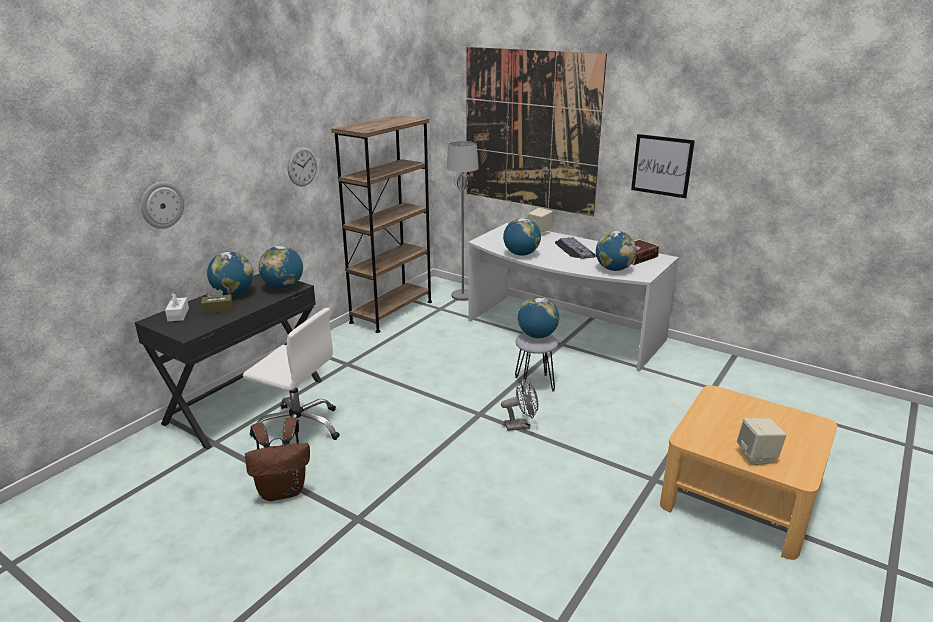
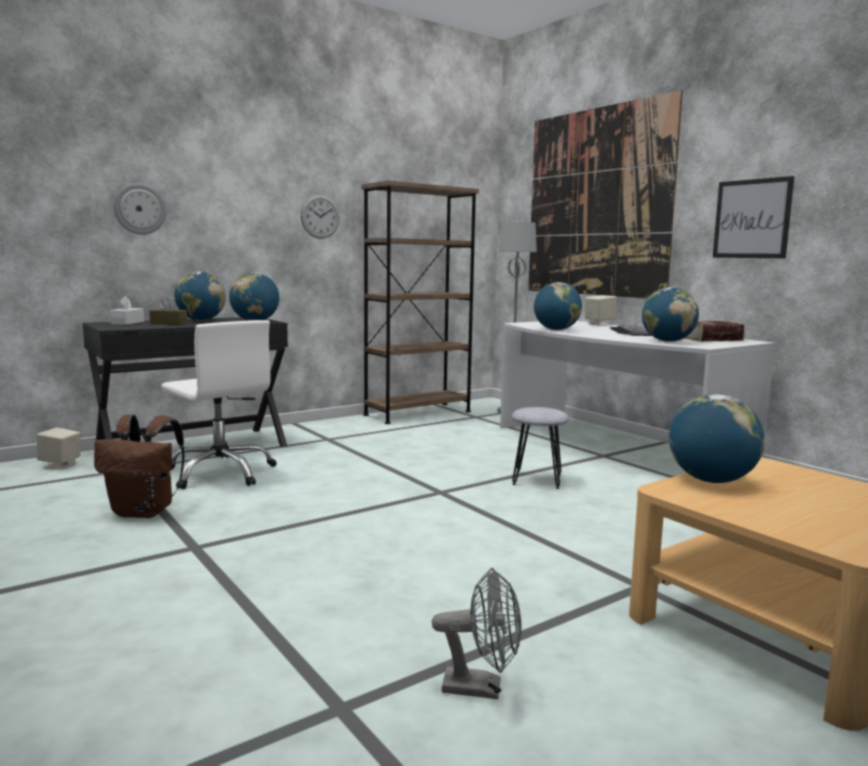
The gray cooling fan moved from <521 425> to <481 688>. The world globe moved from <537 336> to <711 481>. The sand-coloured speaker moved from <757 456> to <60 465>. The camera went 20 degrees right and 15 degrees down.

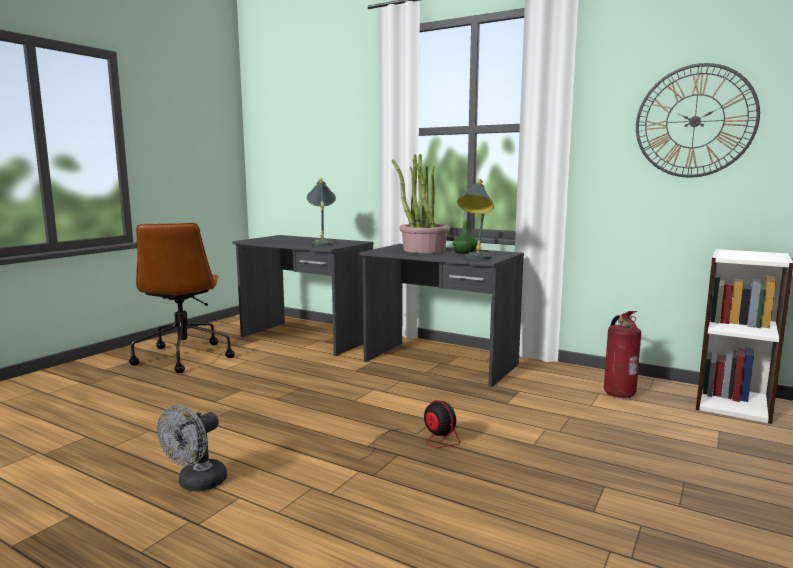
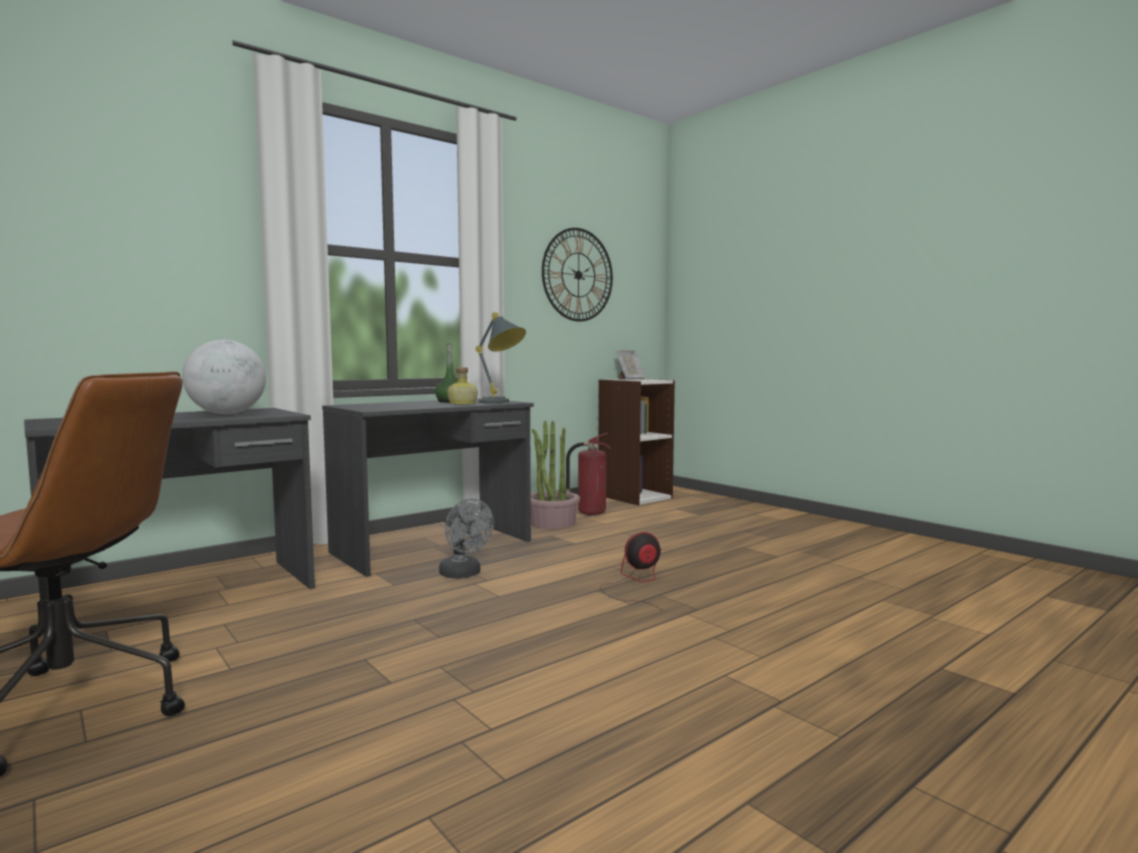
The gray cooling fan moved from <197 484> to <464 574>. The gray table lamp at <322 243> was replaced by the world globe at <227 414>. The plant in a pot moved from <423 250> to <552 523>. The drink bottle at <461 404> appeared. The picture frame at <630 379> appeared. The camera went 70 degrees left and 5 degrees down.

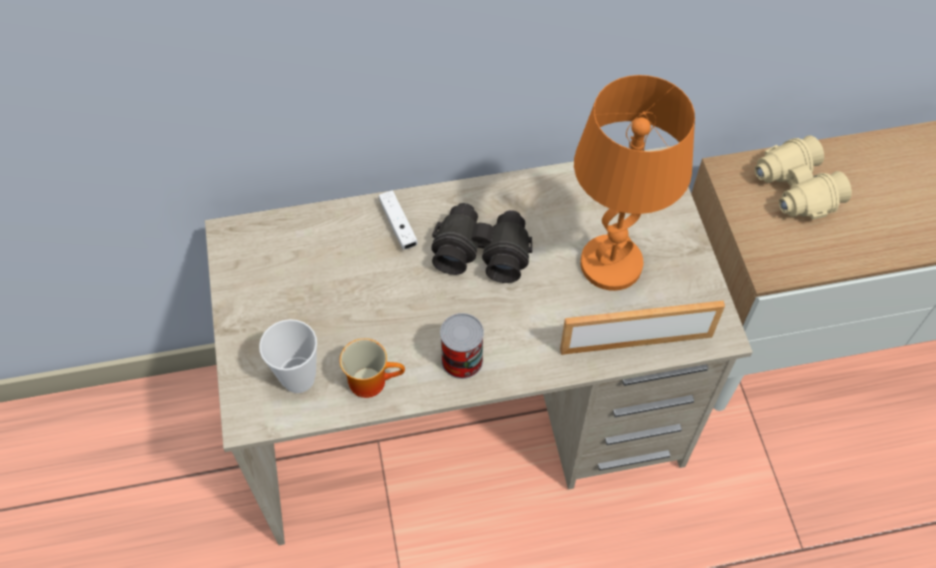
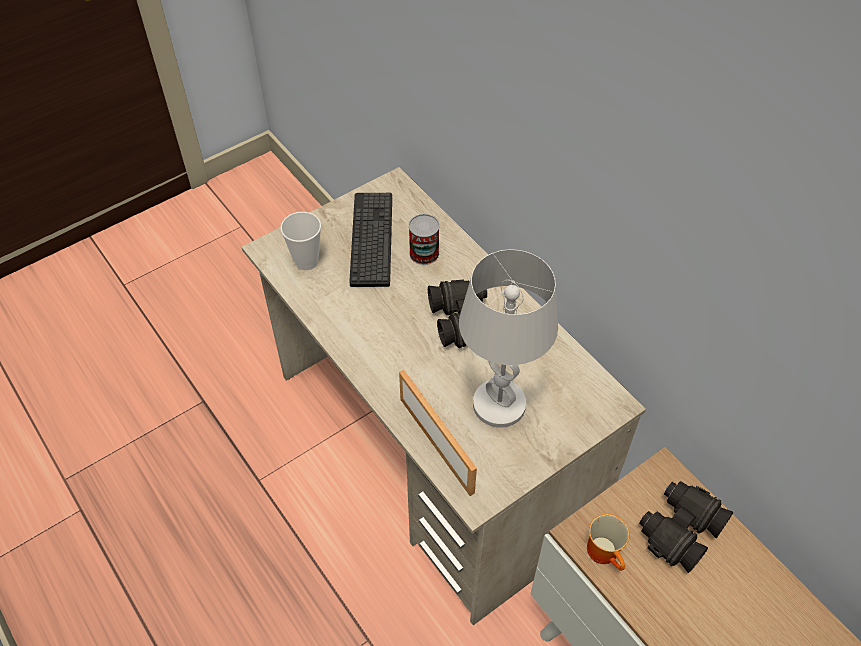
The mug moved from <372 379> to <606 552>. The whitish gamepad at <398 225> disappeared. The sealed can moved from <462 360> to <424 253>. The orangey table lamp at <611 264> became the whitish table lamp at <498 404>. The sand-coloured pair of binoculars at <795 190> became the blackish pair of binoculars at <679 530>. The computer keyboard at <371 239> appeared. The camera went 65 degrees right and 5 degrees down.

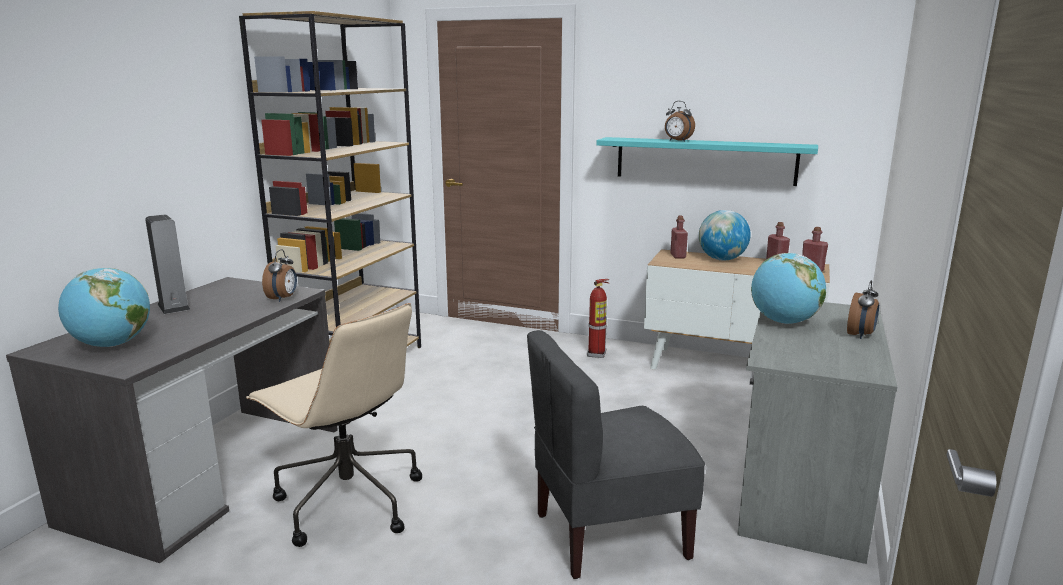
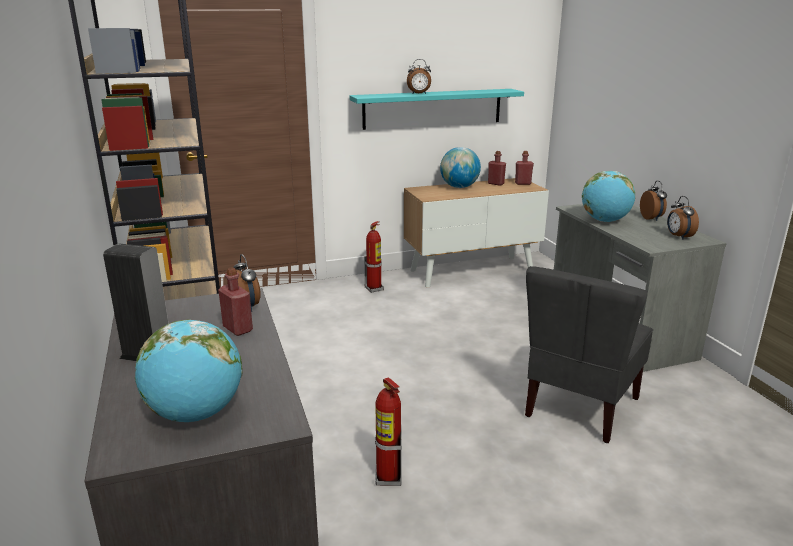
The sand-coloured office chair at <347 502> was replaced by the fire-fighting cylinder at <388 478>. The red drink bottle moved from <678 256> to <238 329>. The bedside clock at <678 236> appeared. The camera went 40 degrees left and 5 degrees up.

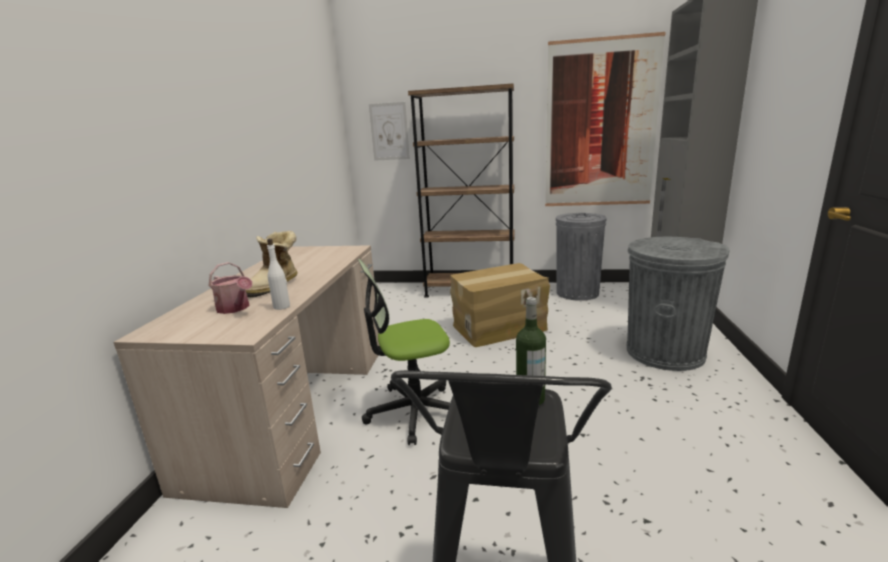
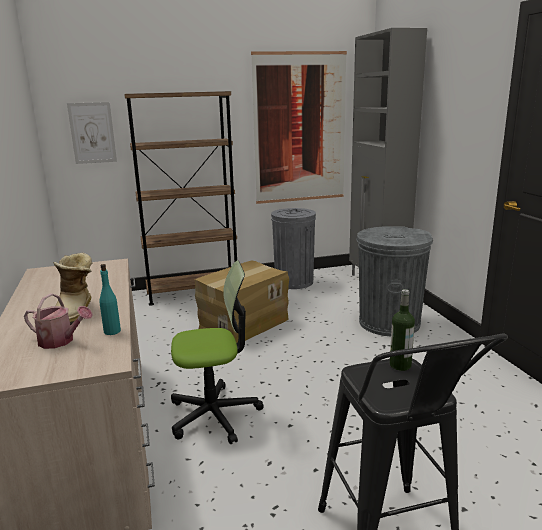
The whitish drink bottle at <282 306> became the turquoise drink bottle at <112 331>. The office chair at <413 411> turned 150 degrees counterclockwise. The camera went 25 degrees left and 0 degrees up.

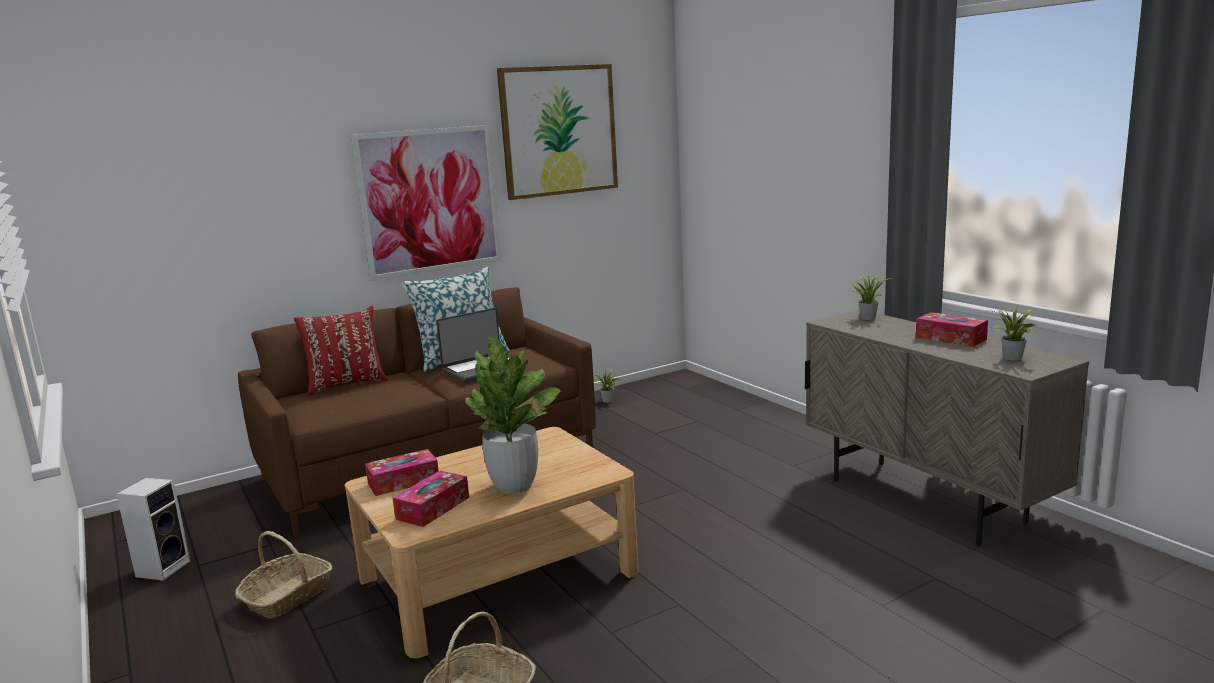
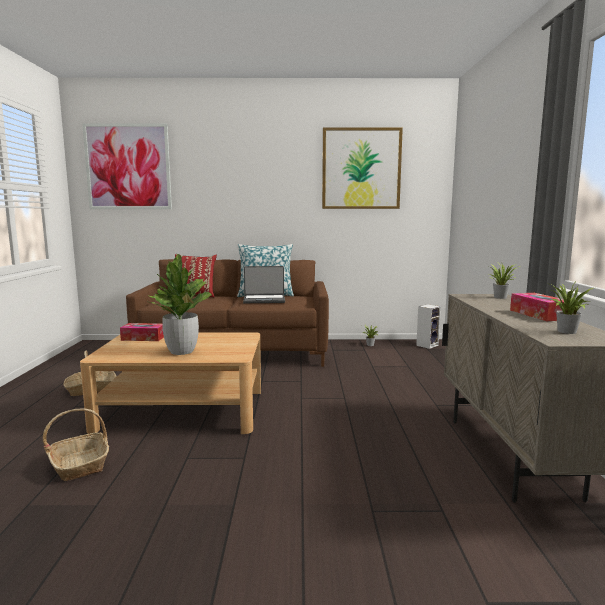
The speaker moved from <163 568> to <427 345>. The wall art moved from <430 201> to <128 167>. The tissue box at <433 508> disappeared. The camera went 30 degrees right and 5 degrees down.

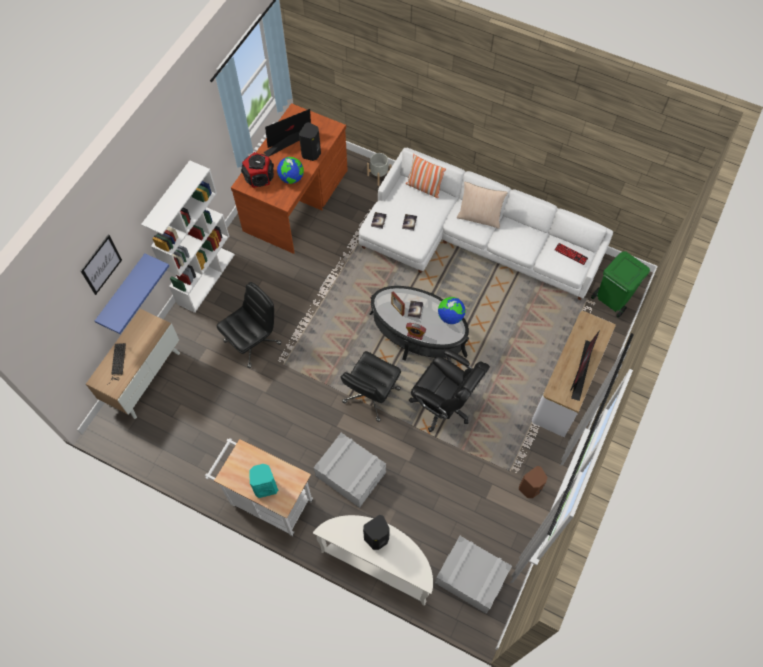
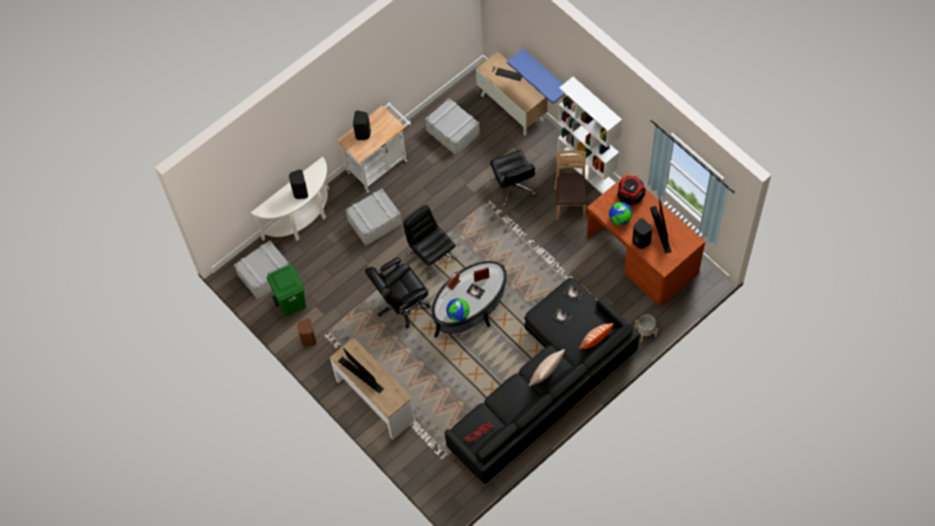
The wall art at <101 264> disappeared. The turquoise speaker at <266 487> became the blackish speaker at <363 133>. The whitish settee at <472 239> became the blackish settee at <545 385>. The green-coloured waste bin moved from <611 300> to <292 303>. The gray storage box at <453 132> appeared. The brown chair at <570 202> appeared. The camera went 115 degrees right and 0 degrees up.

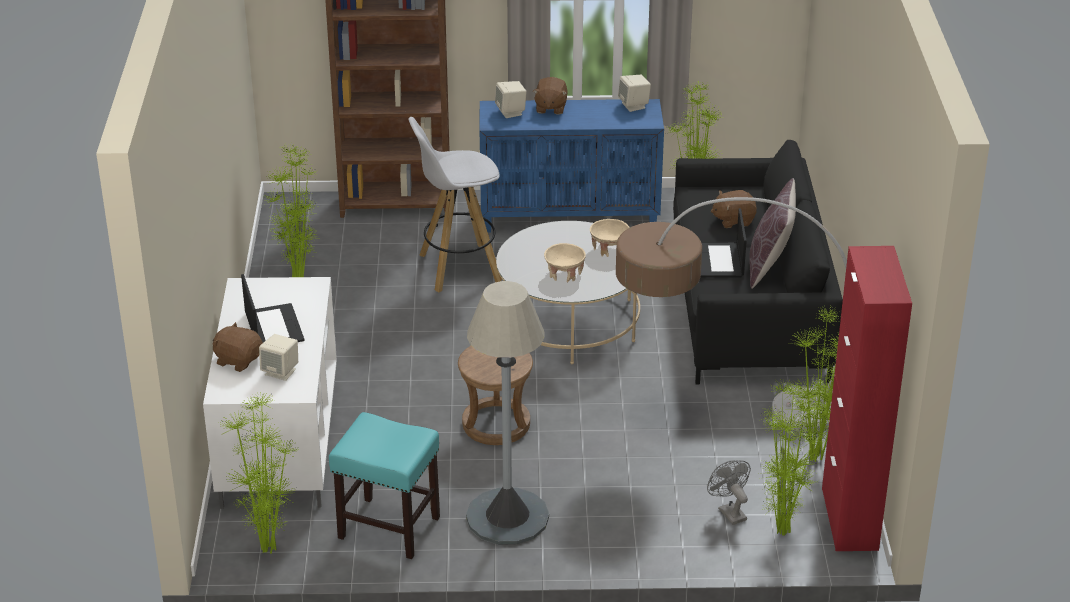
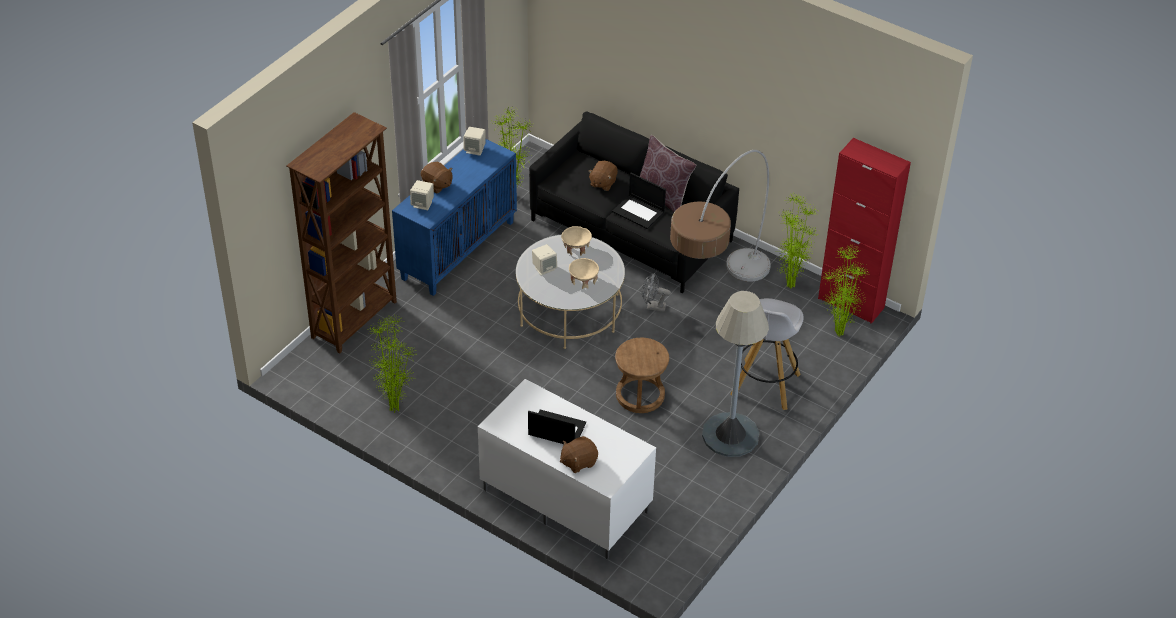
The plant in a pot at <268 548> disappeared. The sand-coloured speaker moved from <281 372> to <544 268>. The turquoise stool seat at <387 527> disappeared. The whitish stool seat moved from <458 268> to <765 386>. The gray cooling fan moved from <729 512> to <653 307>. The camera went 55 degrees left and 10 degrees up.

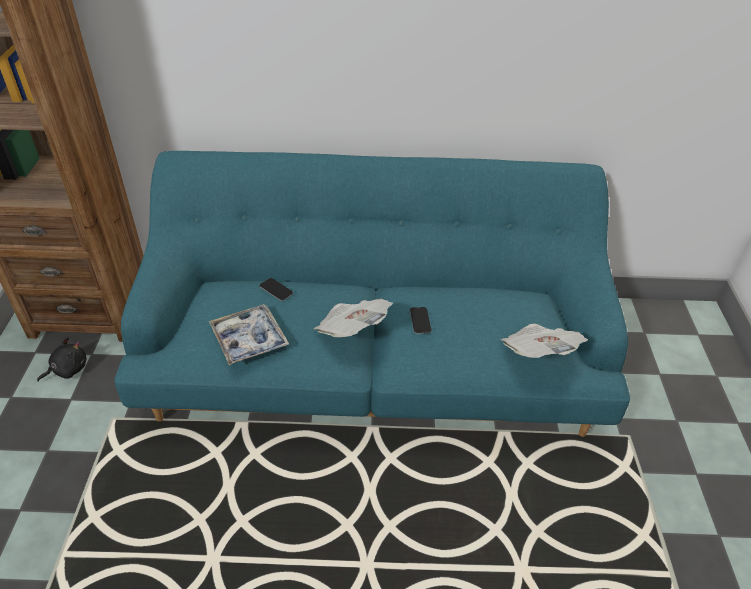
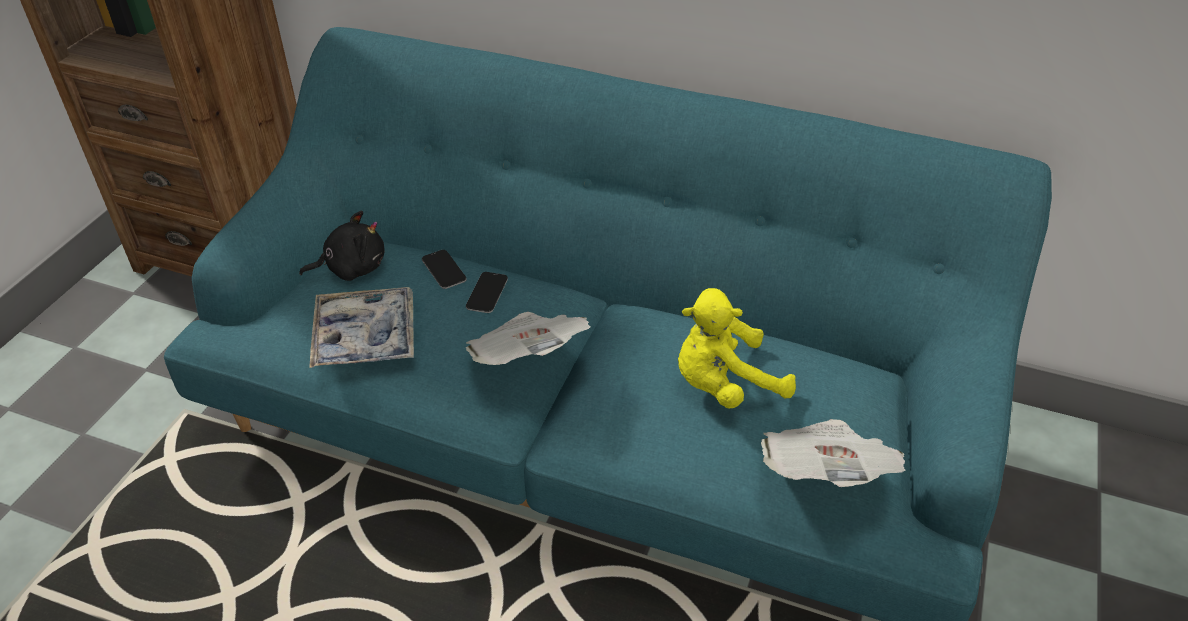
The blackish plush toy moved from <68 369> to <351 268>. The handset moved from <420 321> to <487 293>. The yellow plush toy at <724 385> appeared. The camera went 20 degrees right and 0 degrees up.

